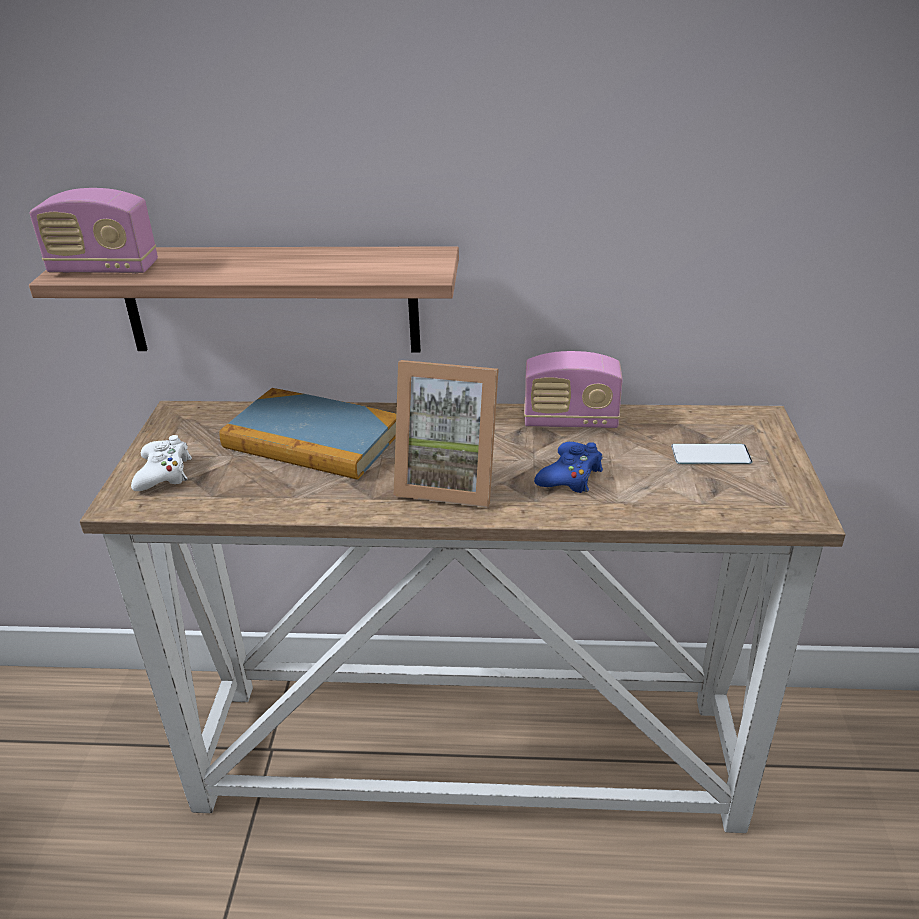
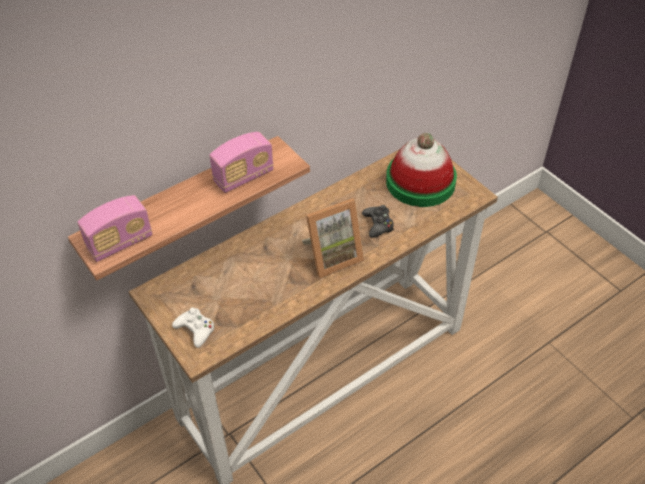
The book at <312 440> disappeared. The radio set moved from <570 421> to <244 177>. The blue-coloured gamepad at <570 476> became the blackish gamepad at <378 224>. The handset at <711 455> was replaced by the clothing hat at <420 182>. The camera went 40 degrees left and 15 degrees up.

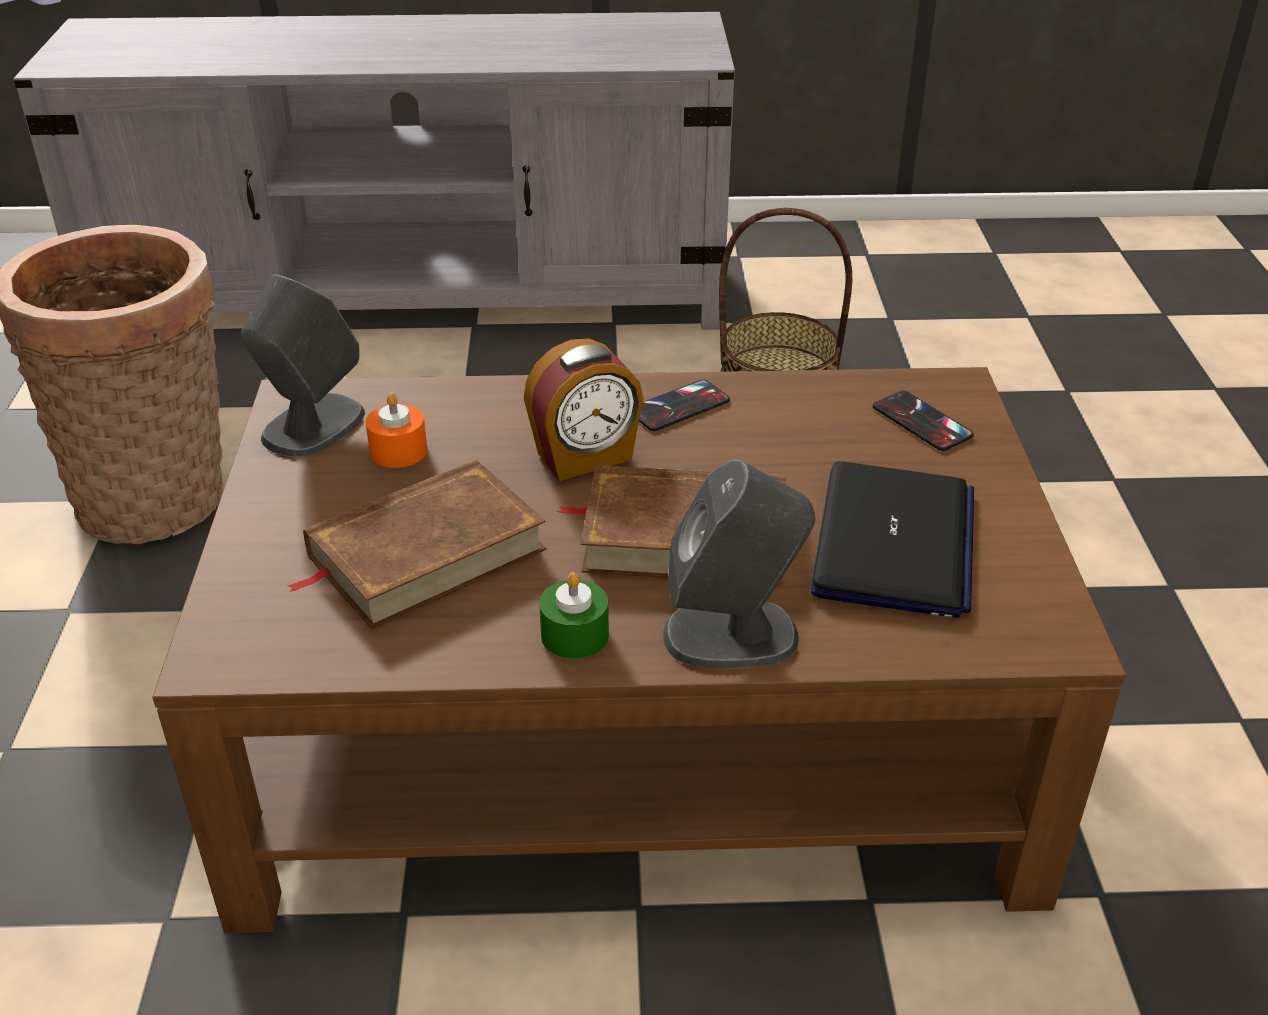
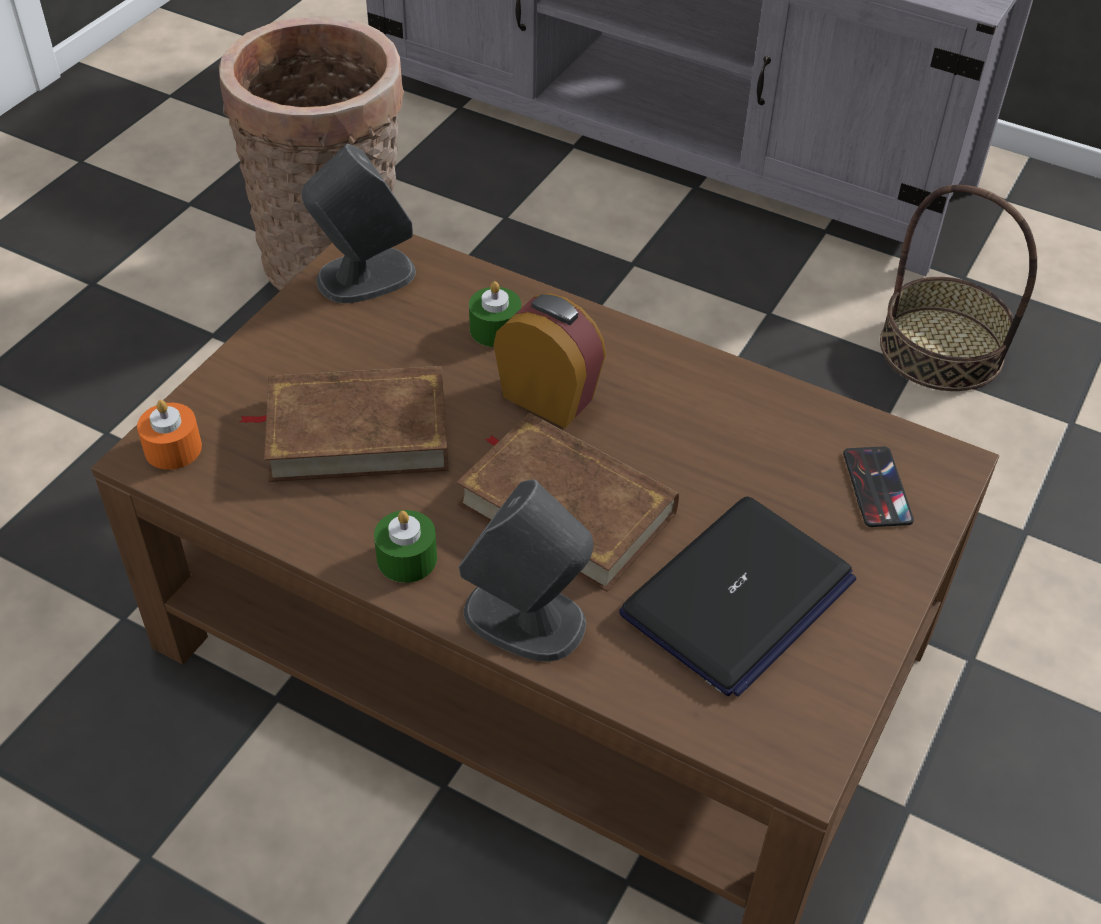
The orangey wax candle moved from <398 451> to <173 448>. The bedside clock at <585 458> turned 150 degrees counterclockwise. The handset at <679 406> disappeared. The green-coloured wax candle at <495 329> appeared. The camera went 30 degrees right and 10 degrees up.

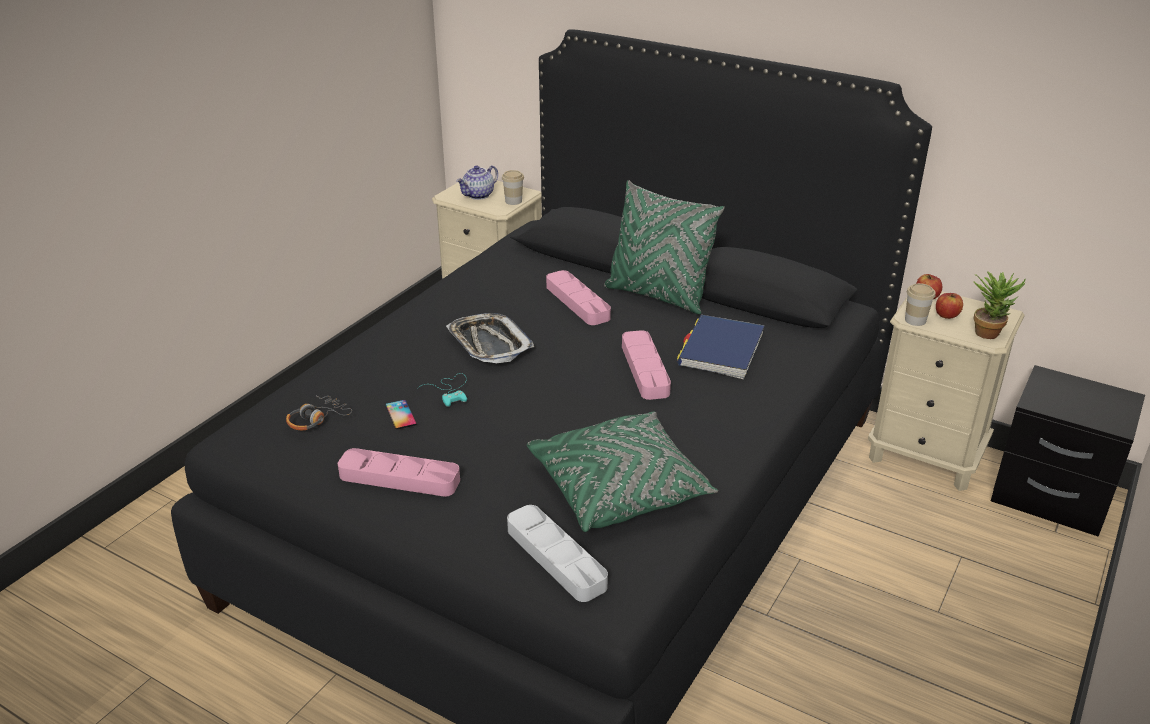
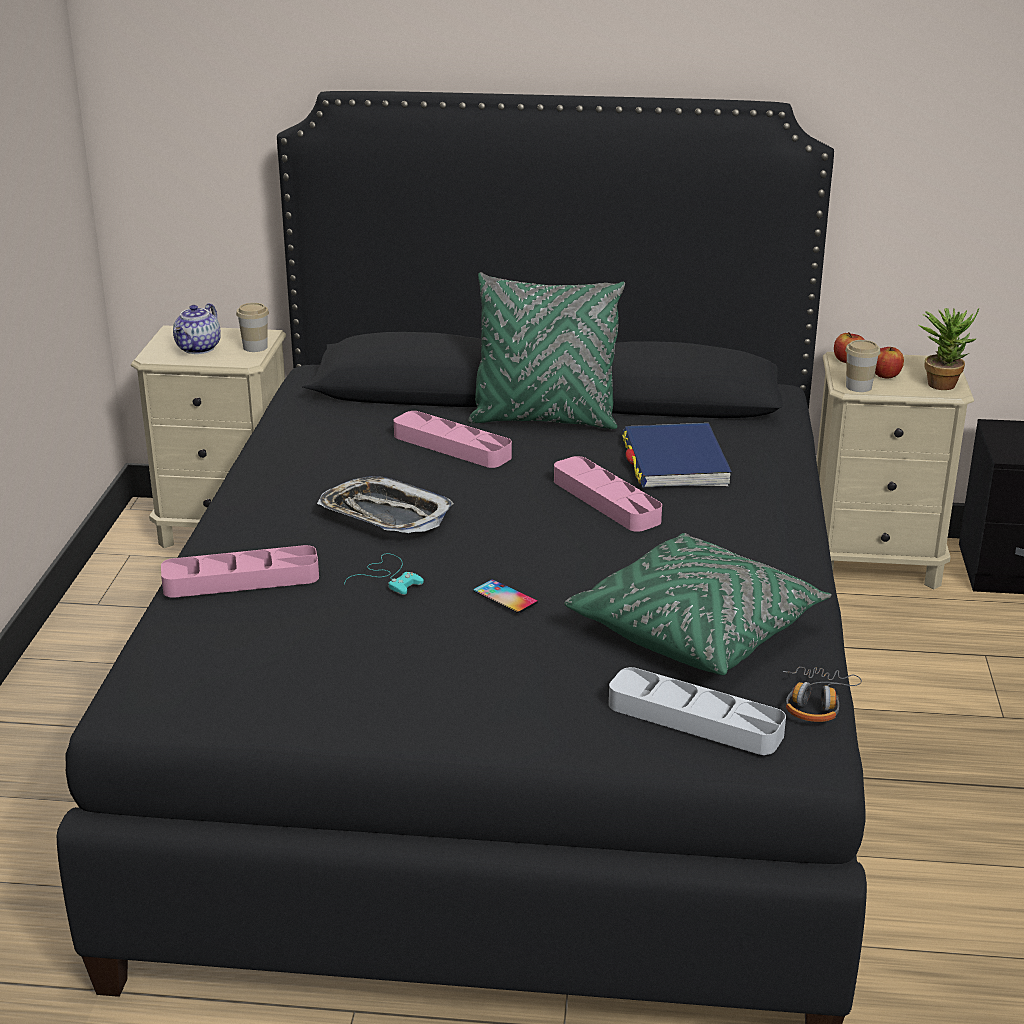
The headphones moved from <317 419> to <816 703>. The pink-coloured carrying tray moved from <399 478> to <241 579>. The handset moved from <400 415> to <505 597>. The camera went 25 degrees left and 5 degrees down.

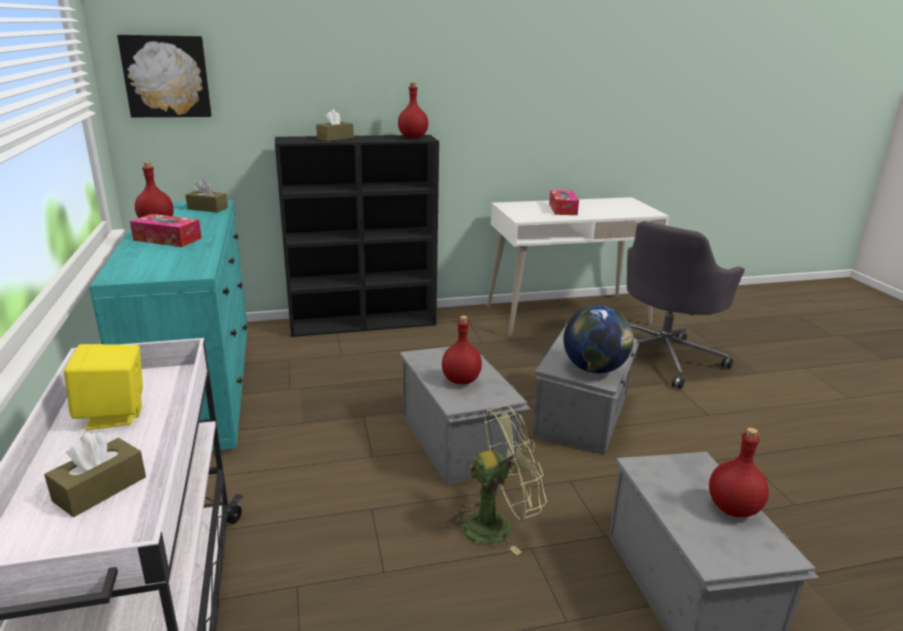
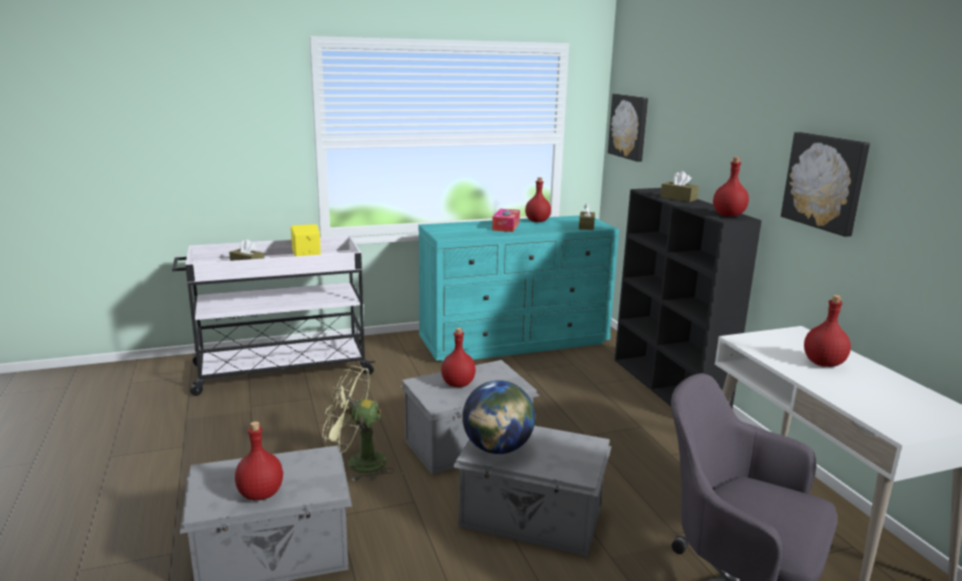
The green-coloured cooling fan at <497 524> turned 120 degrees clockwise. The tissue box at <562 209> was replaced by the red drink bottle at <823 364>. The wall art at <825 182> appeared. The camera went 85 degrees right and 5 degrees down.

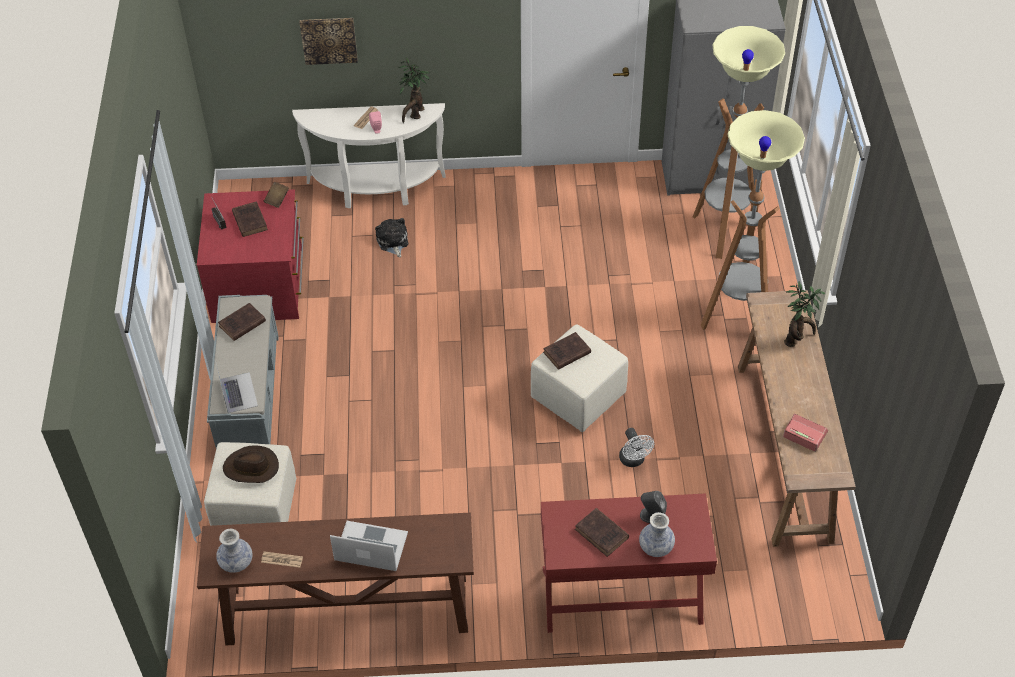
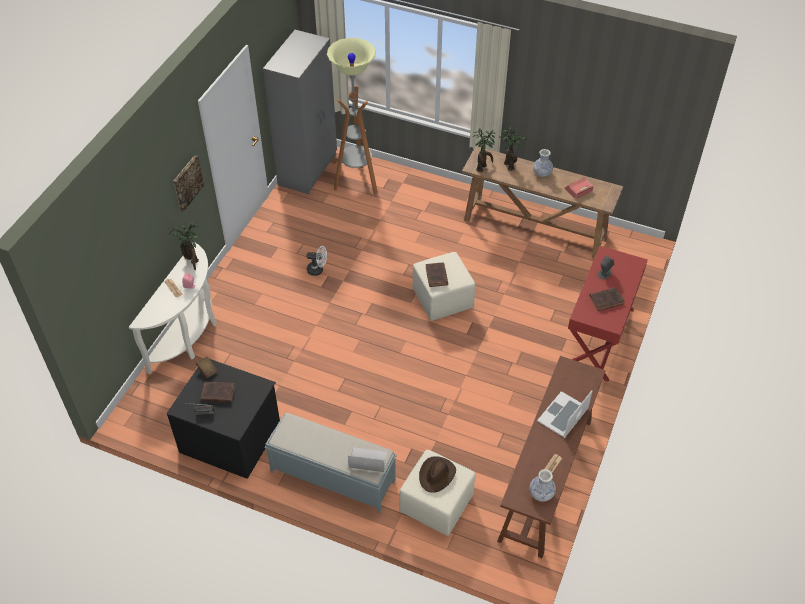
The red dresser at <259 285> became the blackish dresser at <231 436>. The brown book at <241 324> disappeared. The wall art moved from <329 40> to <187 182>. The plush toy at <392 242> disappeared. The whitish cooling fan moved from <633 461> to <318 270>. The flower vase moved from <656 547> to <542 173>. The standard lamp at <737 318> disappeared. The plant in a pot at <483 167> appeared. The camera went 65 degrees left and 0 degrees up.

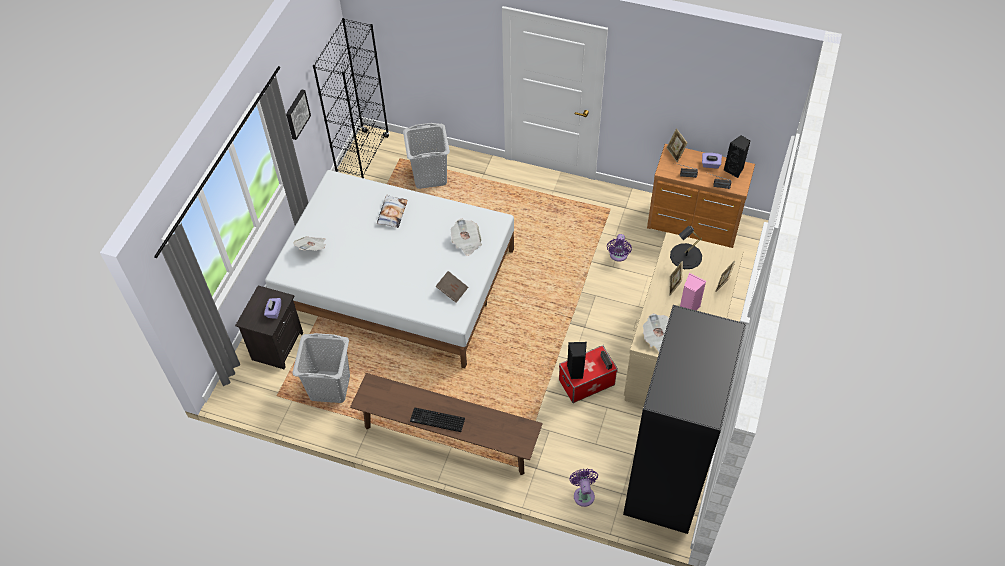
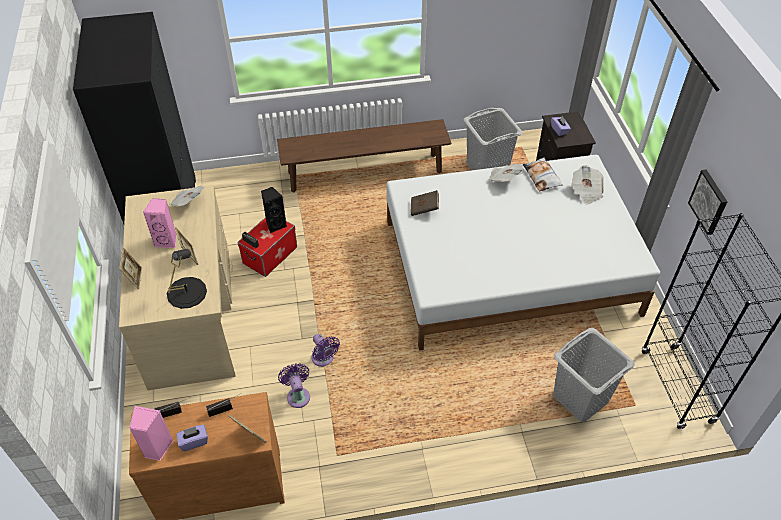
The throw pillow moved from <392 213> to <542 177>. The computer keyboard at <436 421> disappeared. The printed paper moved from <466 242> to <504 179>. The purple cooling fan moved from <583 494> to <324 359>. The blackish speaker at <734 170> became the pink-coloured speaker at <156 448>. The camera went 150 degrees right and 5 degrees down.

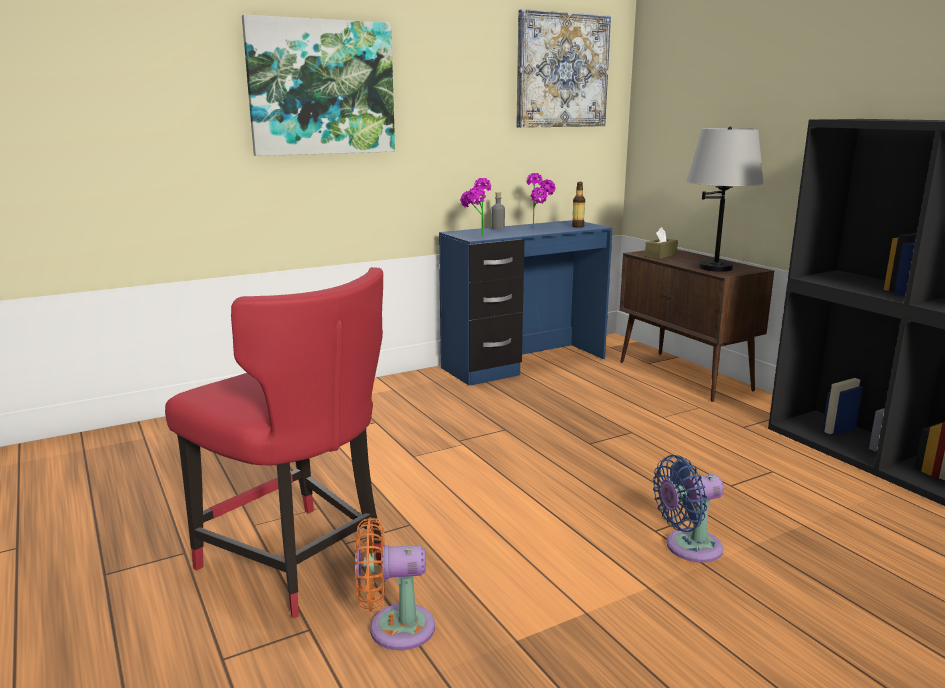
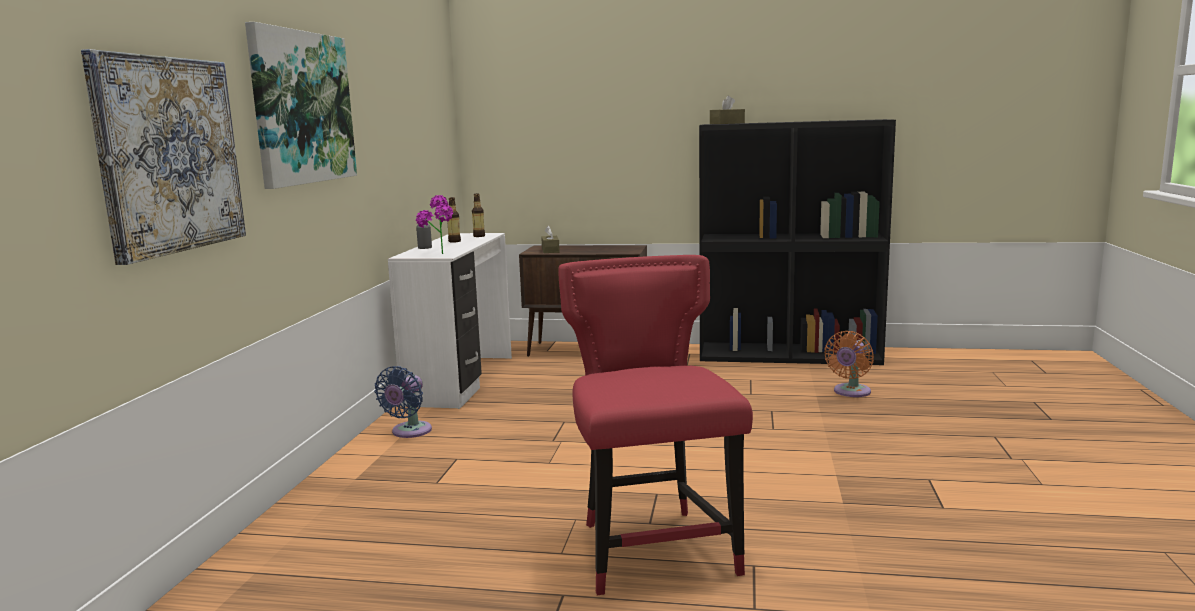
The red chair at <298 563> turned 90 degrees counterclockwise. The orangey cooling fan moved from <394 628> to <850 392>. The blue-coloured desk table at <525 364> became the whitish desk table at <462 380>. The wall art moved from <562 71> to <169 155>. The plant in a pot at <539 227> was replaced by the drink bottle at <454 241>. The blue-coloured cooling fan moved from <688 547> to <409 432>. The gray table lamp at <716 268> disappeared. The brown tissue box at <727 123> appeared. The camera went 50 degrees left and 5 degrees down.

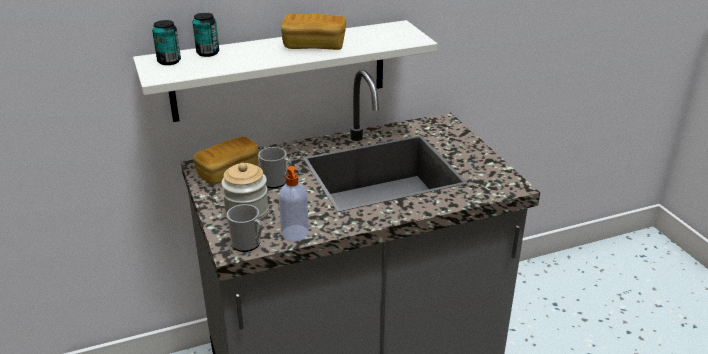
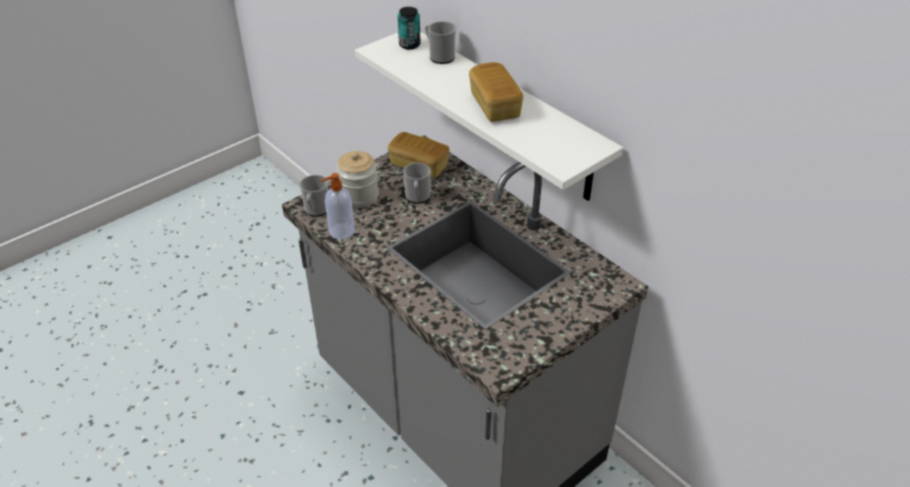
The sealed can at <208 53> was replaced by the mug at <439 56>. The camera went 70 degrees right and 10 degrees up.

